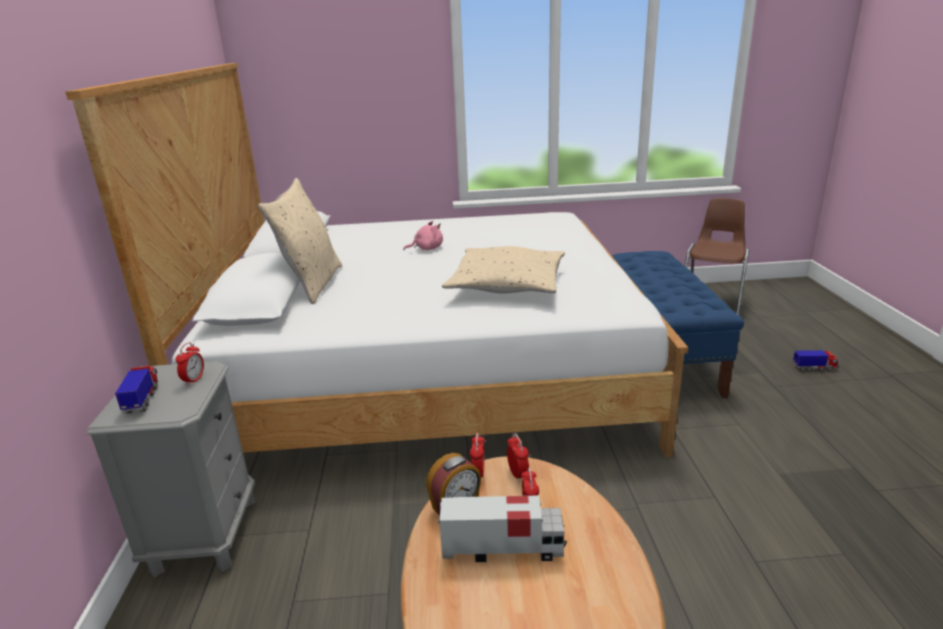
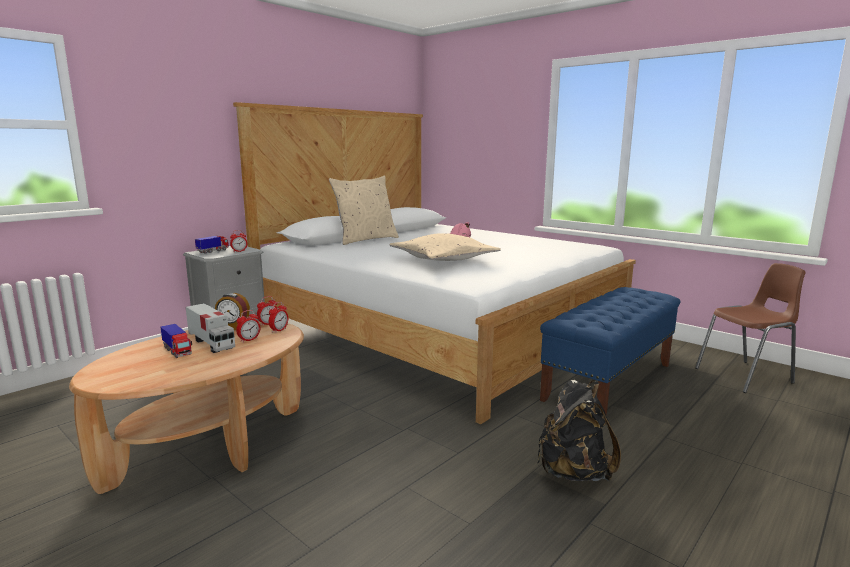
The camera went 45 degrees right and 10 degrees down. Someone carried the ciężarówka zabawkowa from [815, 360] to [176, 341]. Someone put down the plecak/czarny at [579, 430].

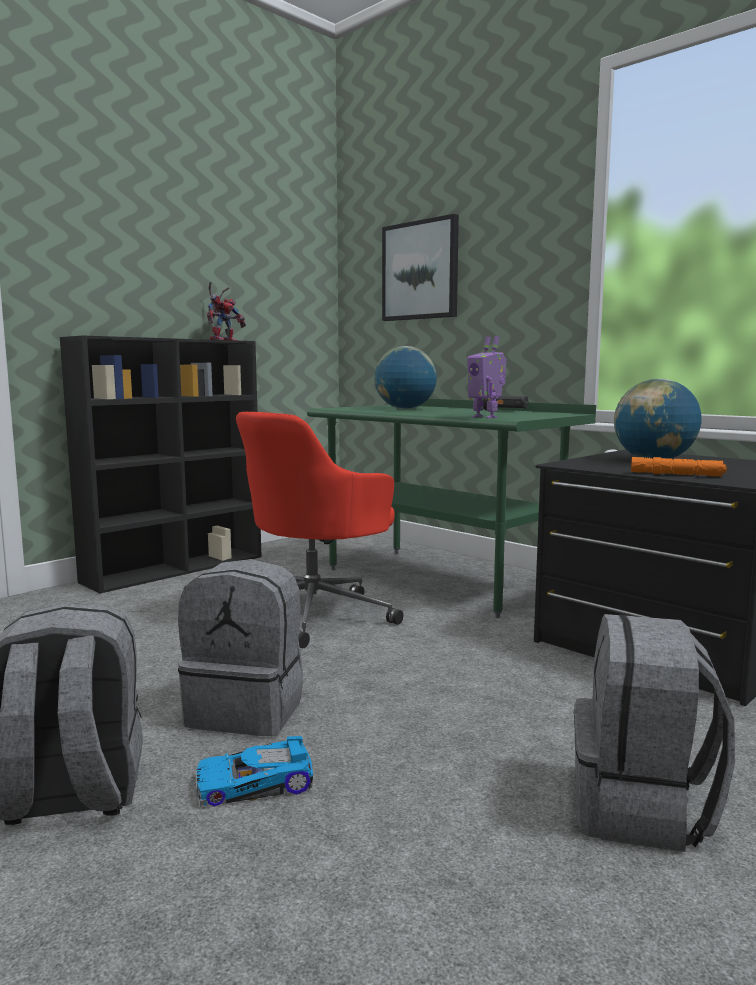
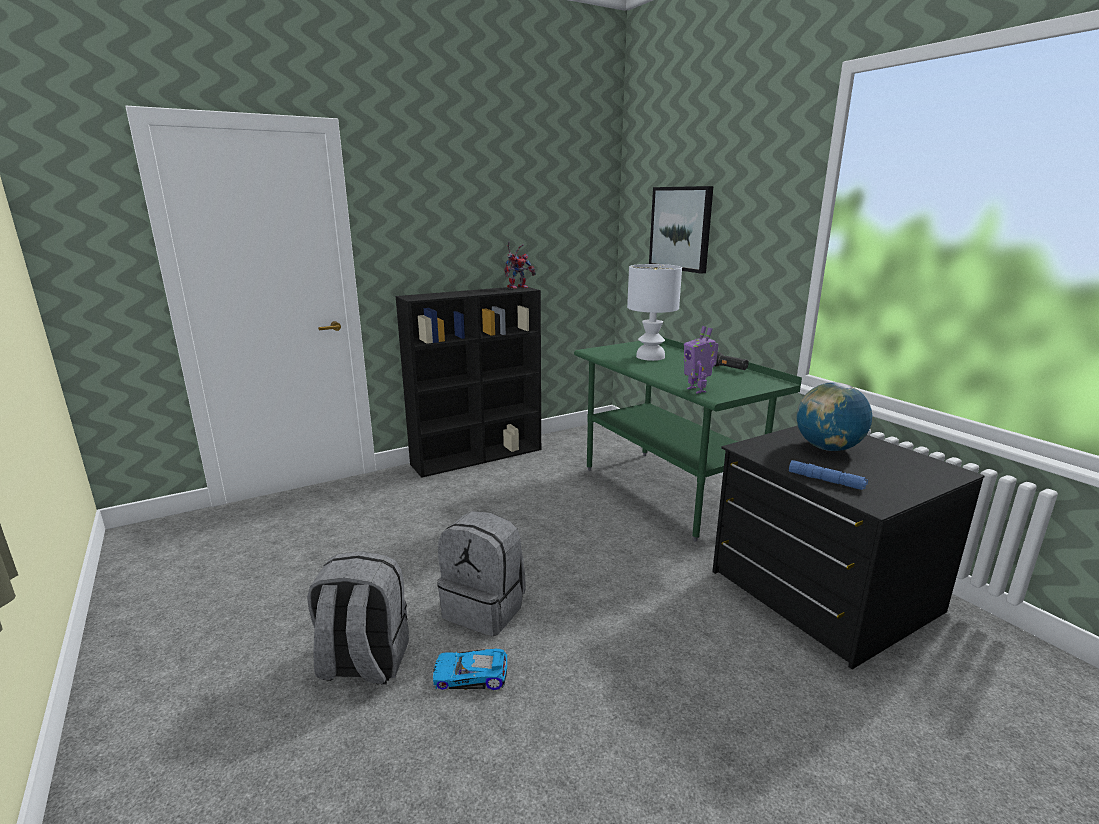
The camera went 15 degrees right and 10 degrees up. Someone swapped the globus at [405, 377] for the lampa stołowa/biały at [654, 312]. Someone took away the krzesło biurowe/czerwony at [320, 530]. Someone repainted the latarka/pomarańczowy at [679, 466], which became the latarka/niebieski at [828, 475]. Someone took away the plecak/szary at [654, 733].

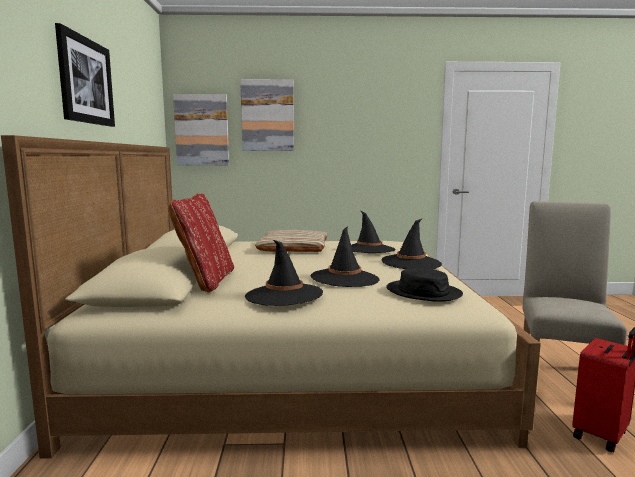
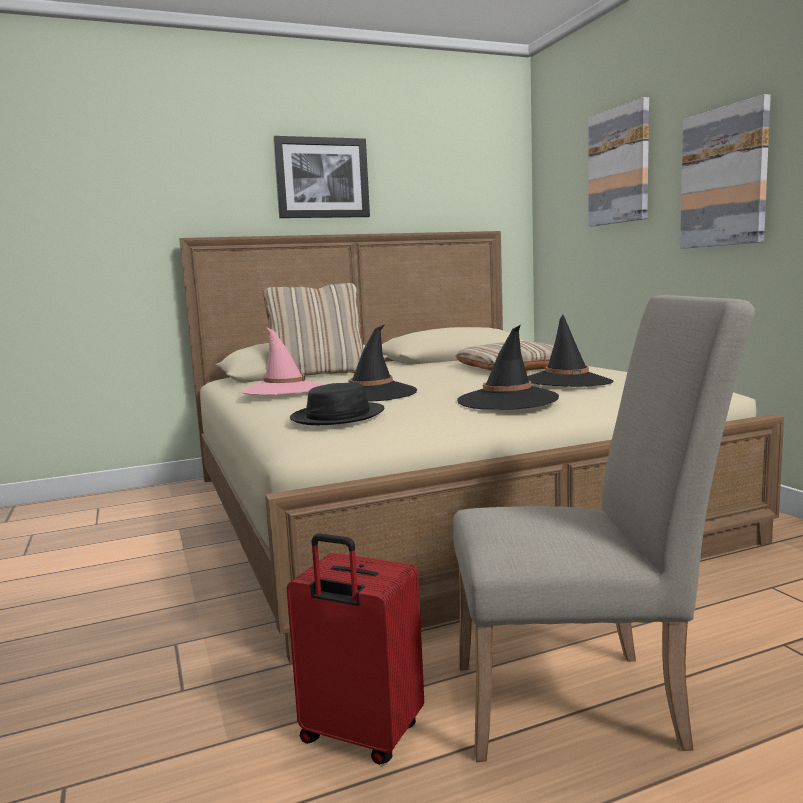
The camera went 70 degrees right and 0 degrees up. Someone carried the obraz from [201, 130] to [725, 171]. Someone repainted the poduszka/czerwony at [201, 243], which became the poduszka/beżowy at [313, 329]. Someone repainted the kapelusz/czarny at [284, 273], which became the kapelusz/różowy at [282, 361].

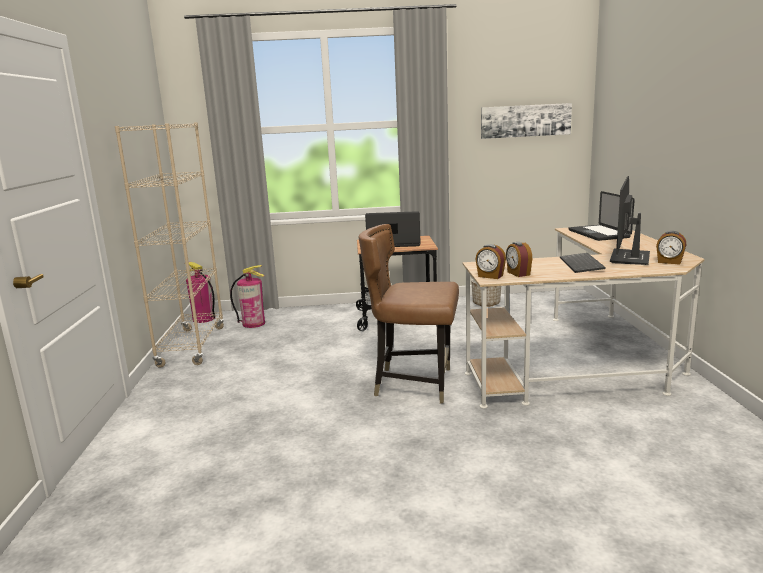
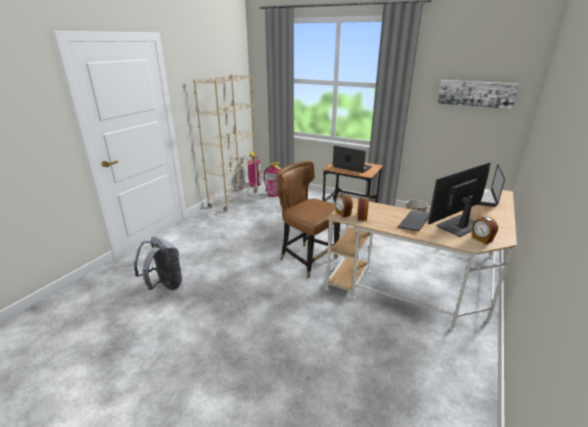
The camera went 30 degrees right and 10 degrees up. Someone put down the plecak/szary at [158, 263].

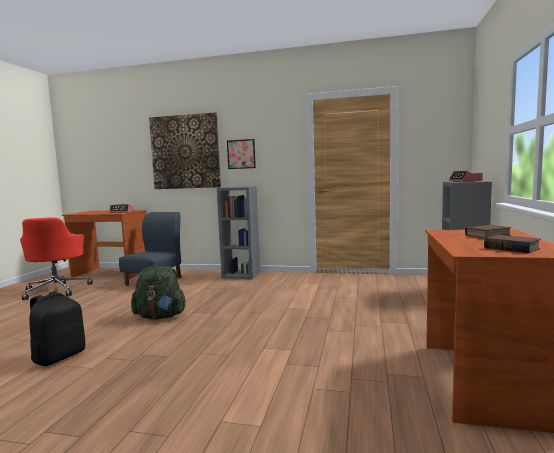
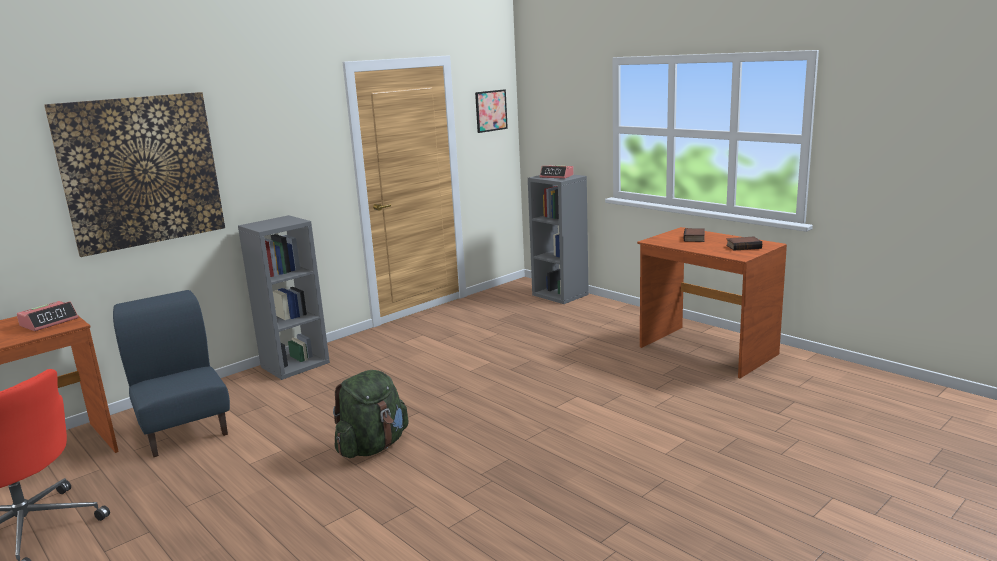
The camera went 55 degrees left and 10 degrees up. Someone carried the obraz from [241, 154] to [491, 111]. Someone took away the plecak/czarny at [57, 328].

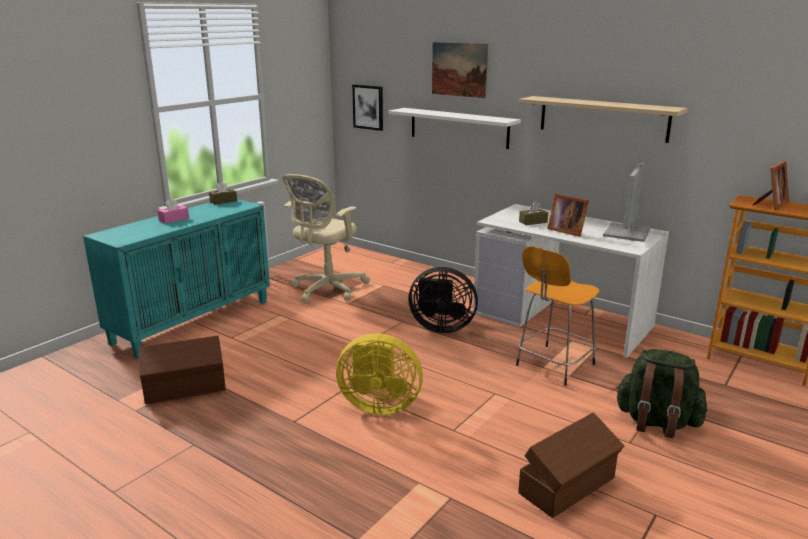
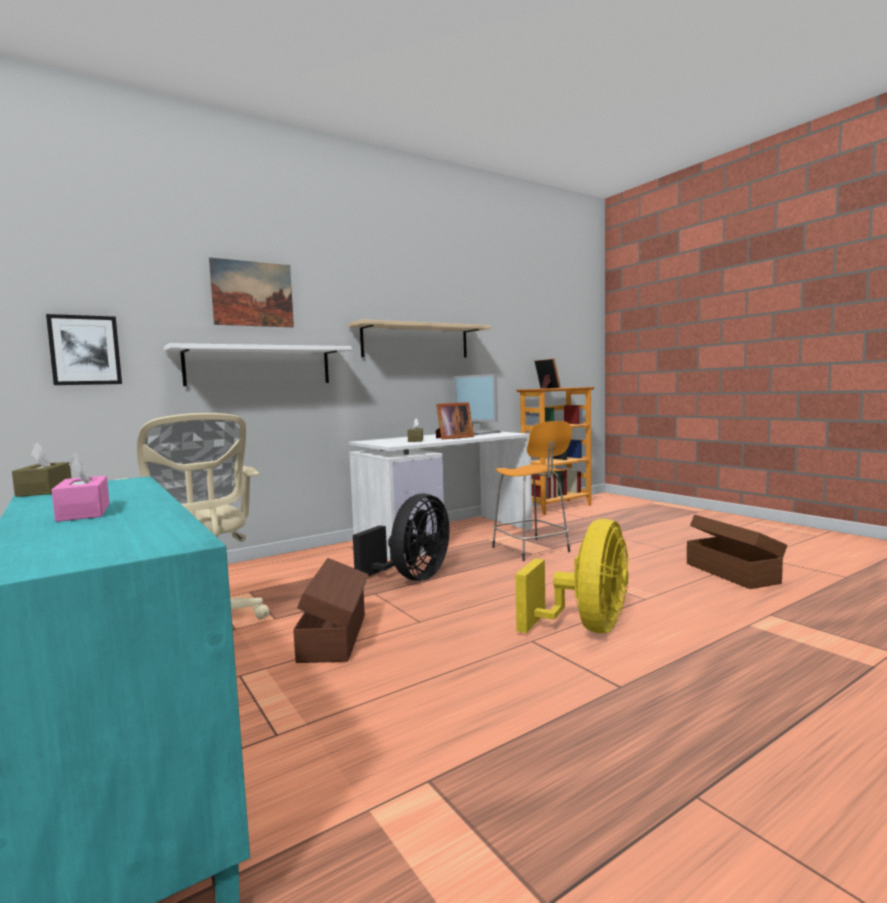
The camera went 70 degrees left and 15 degrees down. Someone carried the pojemnik do przechowywania/brązowy from [182, 370] to [331, 610]. Someone took away the plecak/zielony at [661, 393].

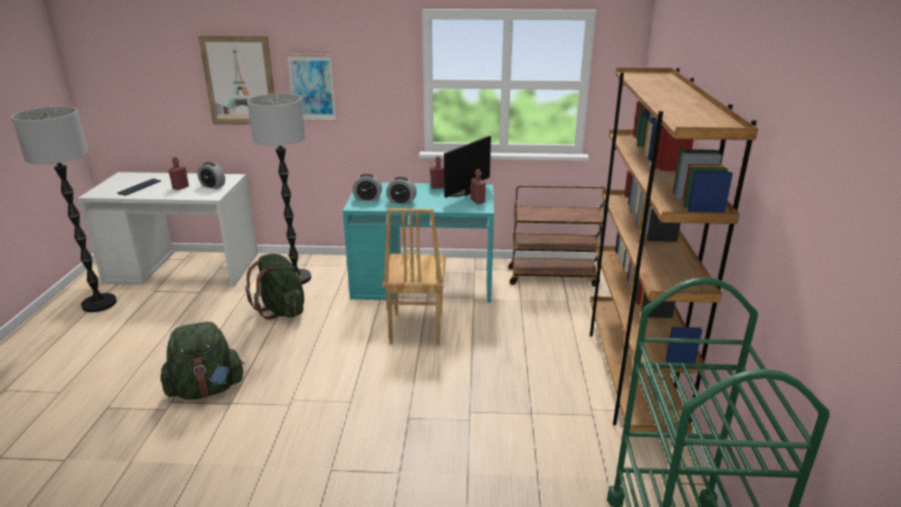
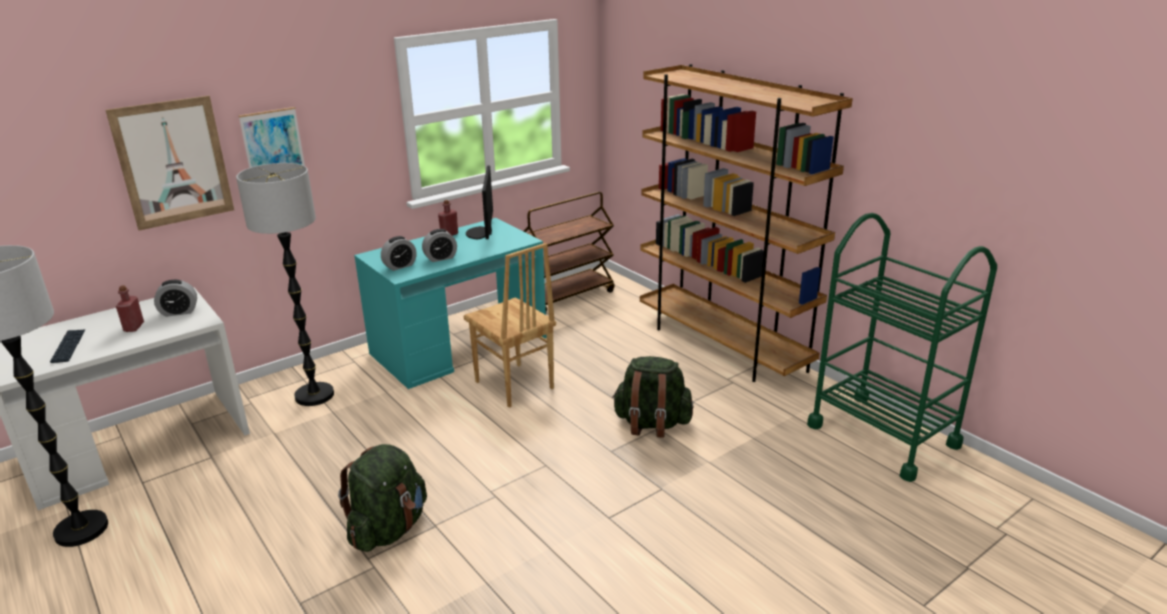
The camera went 40 degrees left and 0 degrees up. Someone took away the butelka/czerwony at [478, 186]. Someone carried the plecak/zielony from [274, 287] to [653, 397].

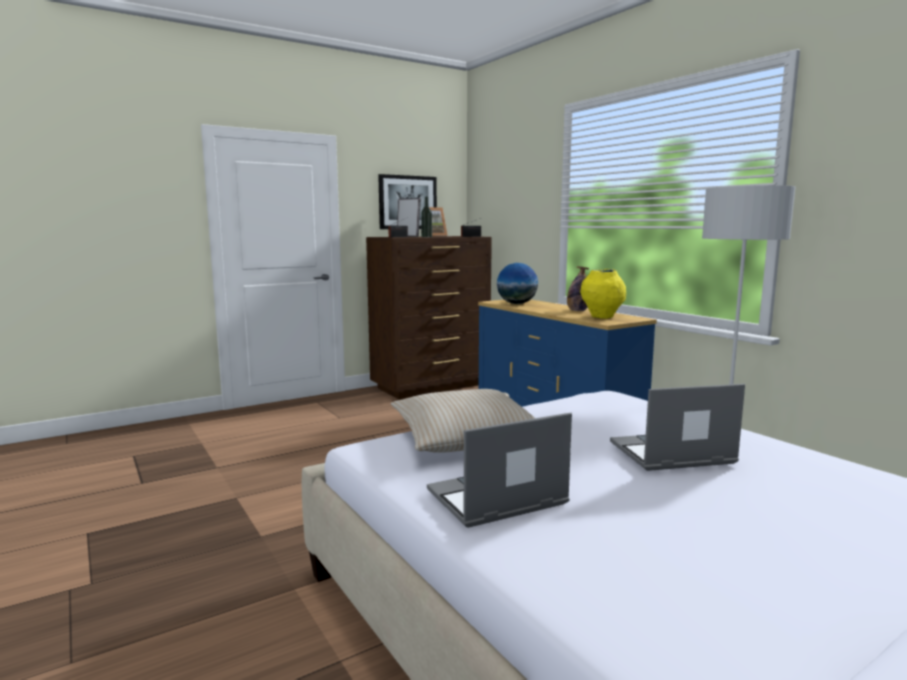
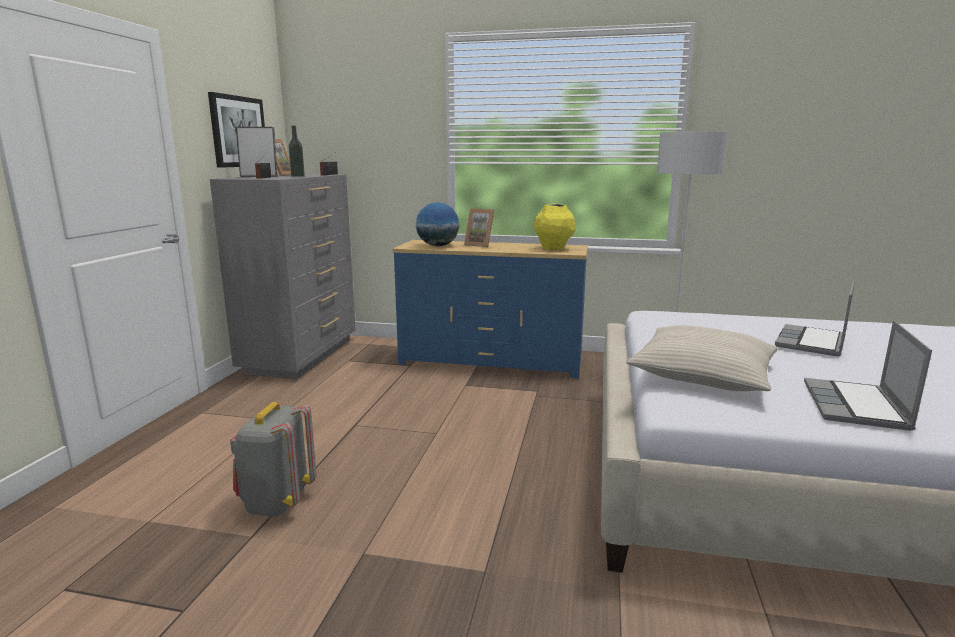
The camera went 45 degrees left and 5 degrees up. Someone repainted the komoda/brązowy at [429, 317], which became the komoda/szary at [283, 276]. Someone took away the butelka at [578, 288]. Someone put down the ramka na zdjęcie at [479, 228]. Someone put down the plecak/szary at [273, 459].

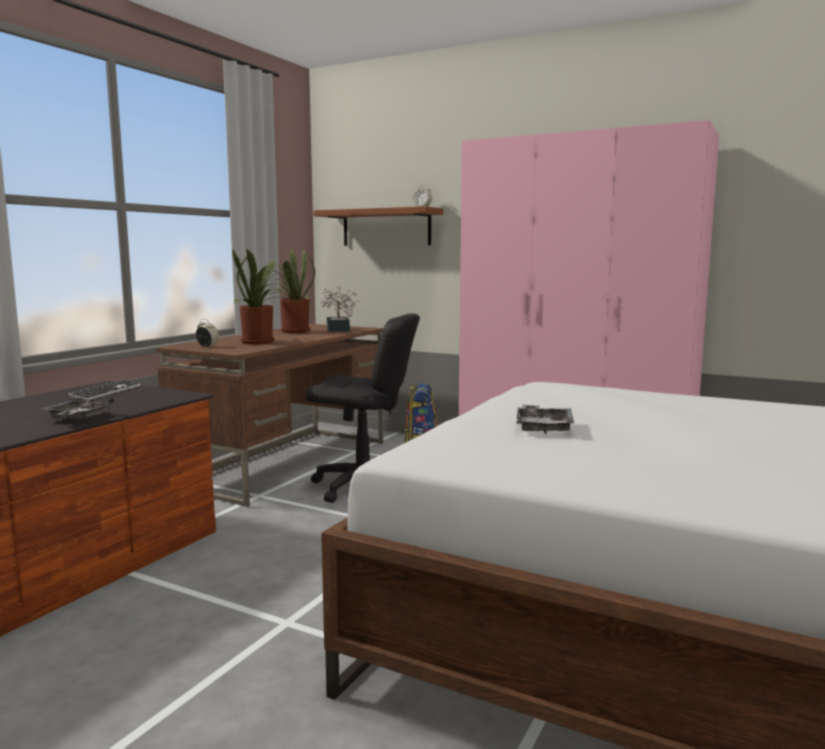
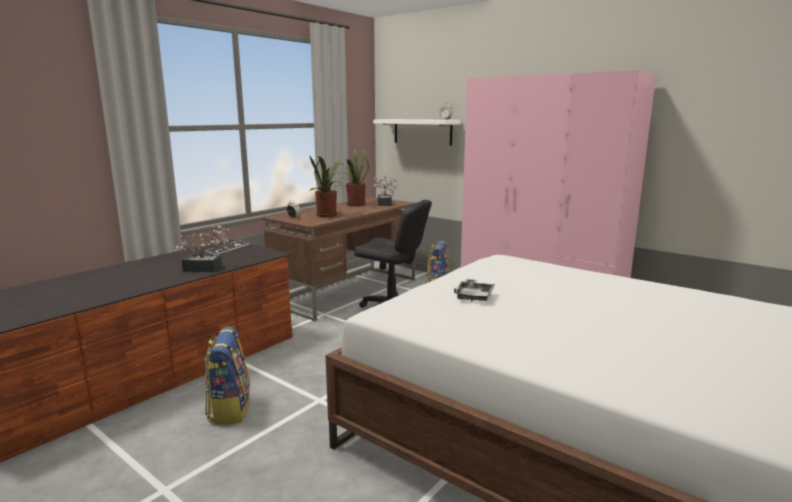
The camera went 10 degrees right and 5 degrees up. Someone repainted the półka/brązowy at [378, 226], which became the półka/biały at [417, 132]. Someone swapped the taca/szary at [78, 408] for the roślina doniczkowa at [201, 249]. Someone put down the plecak at [227, 376].

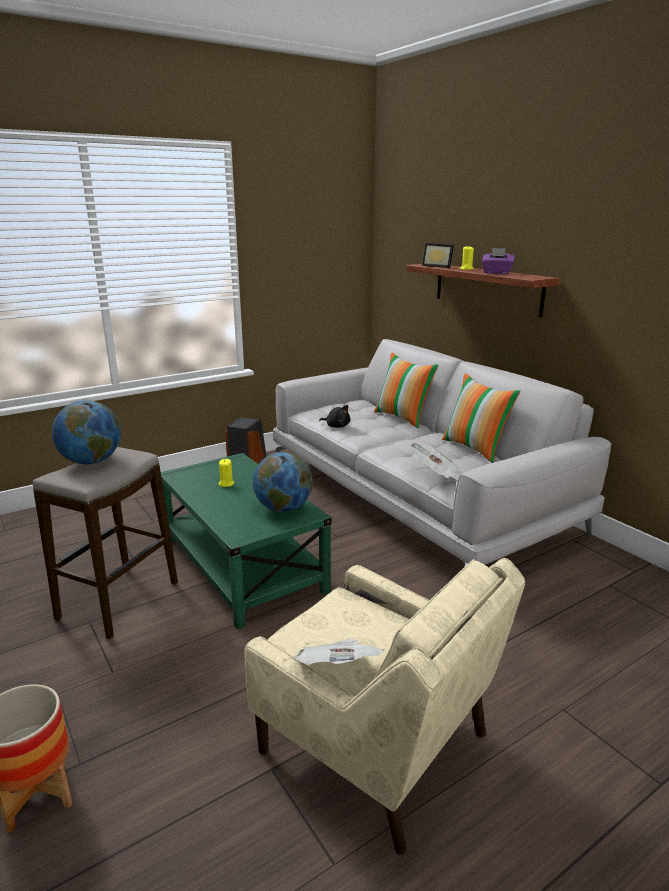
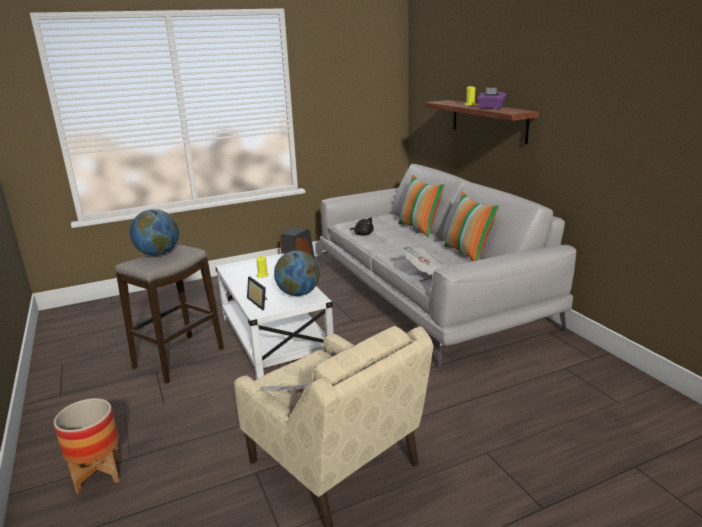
The camera went 10 degrees right and 0 degrees up. Someone carried the ramka na zdjęcie from [438, 255] to [257, 293]. Someone repainted the ława/zielony at [246, 541], which became the ława/biały at [274, 317].

